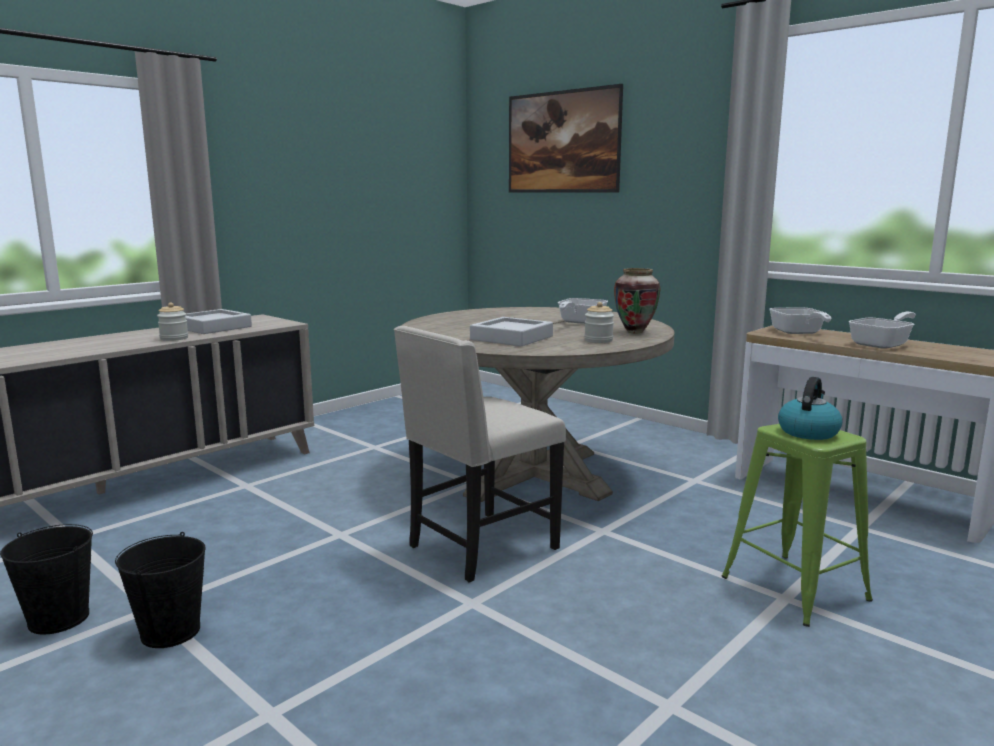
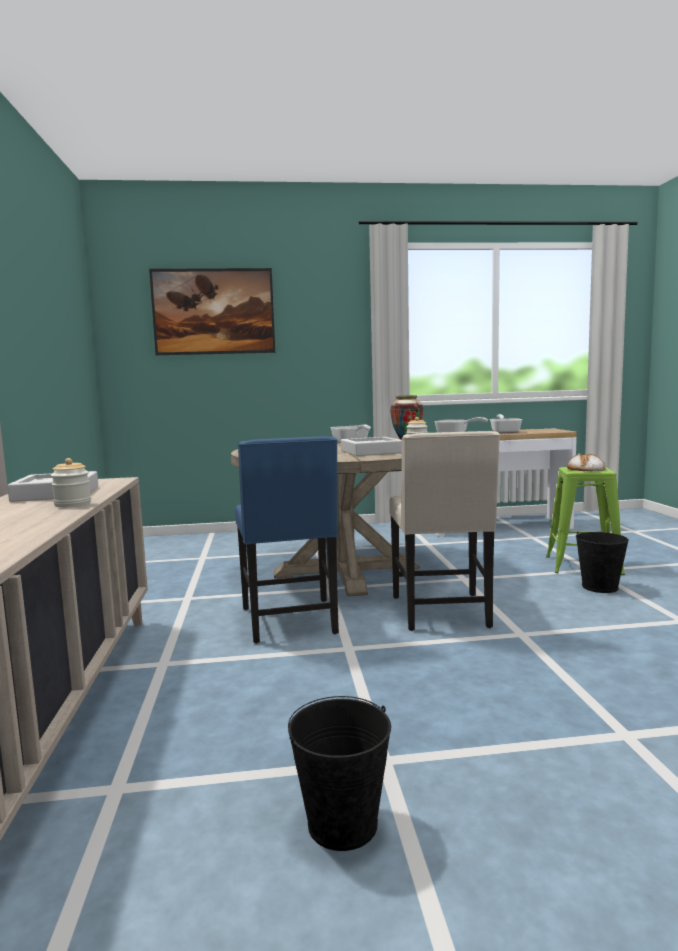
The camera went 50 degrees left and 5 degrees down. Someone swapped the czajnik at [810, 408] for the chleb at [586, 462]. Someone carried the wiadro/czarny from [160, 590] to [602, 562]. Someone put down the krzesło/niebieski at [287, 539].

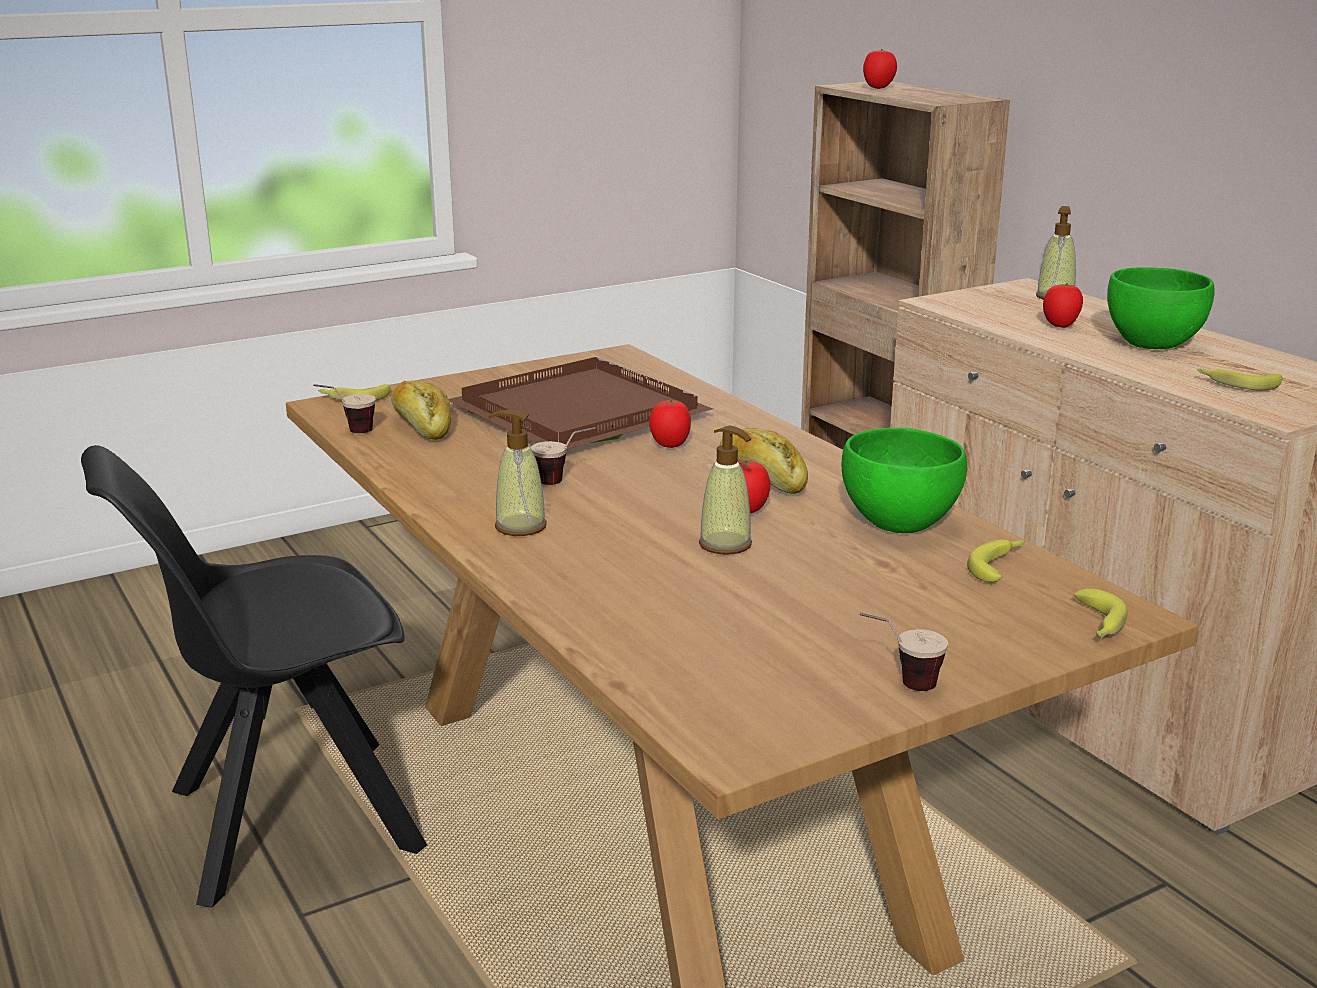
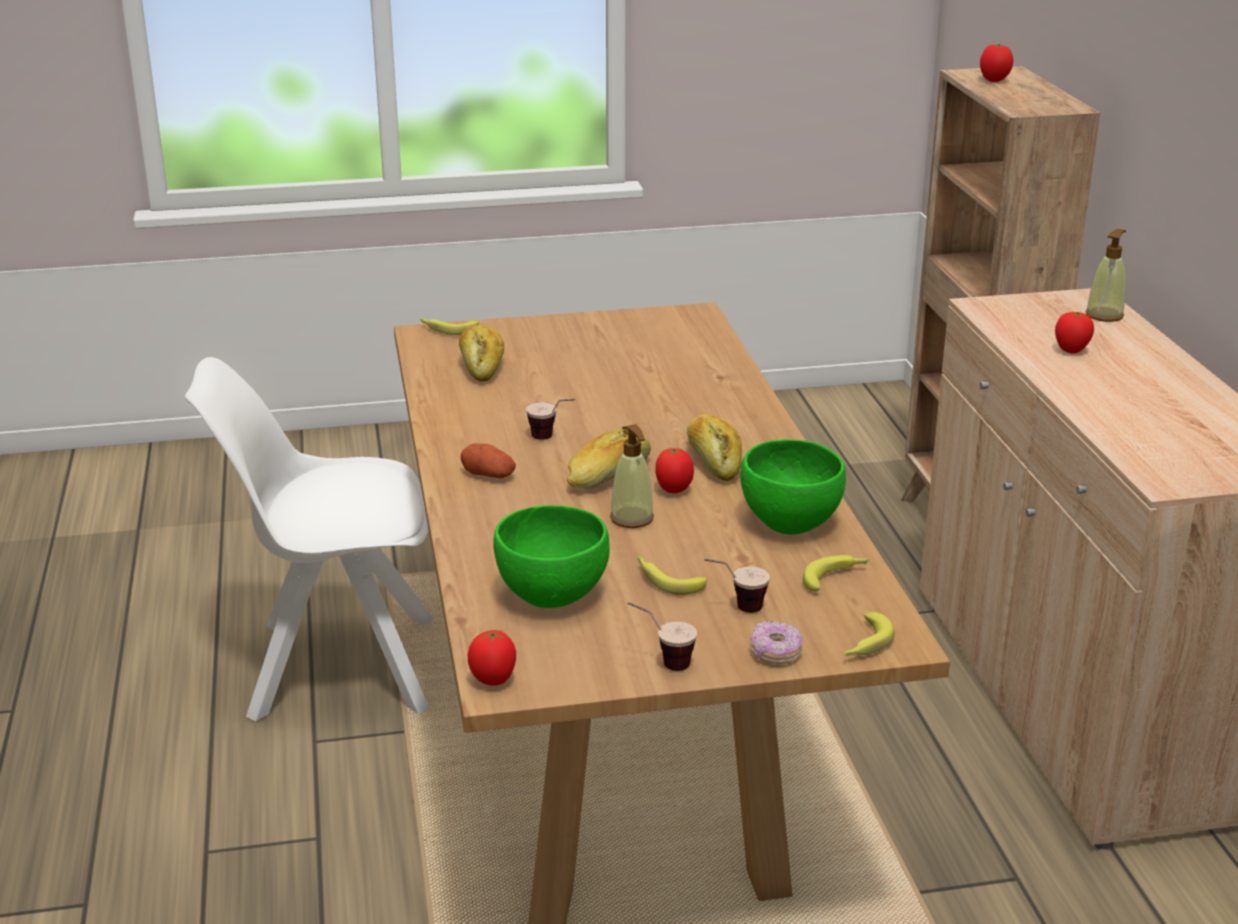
The camera went 20 degrees right and 5 degrees up. Someone carried the miska/zielony from [1161, 308] to [551, 556]. Someone took away the taca/brązowy at [581, 403]. Someone carried the banan from [1239, 380] to [672, 576]. Someone carried the filiżanka from [344, 408] to [737, 586]. Someone carried the pomidor from [670, 423] to [492, 658]. Someone swapped the dozownik mydła at [517, 473] for the ziemniak at [488, 460]. Someone repainted the krzesło/czarny at [254, 676], which became the krzesło/biały at [310, 539]. Someone put down the chleb at [609, 459]. Someone put down the donut at [776, 642].

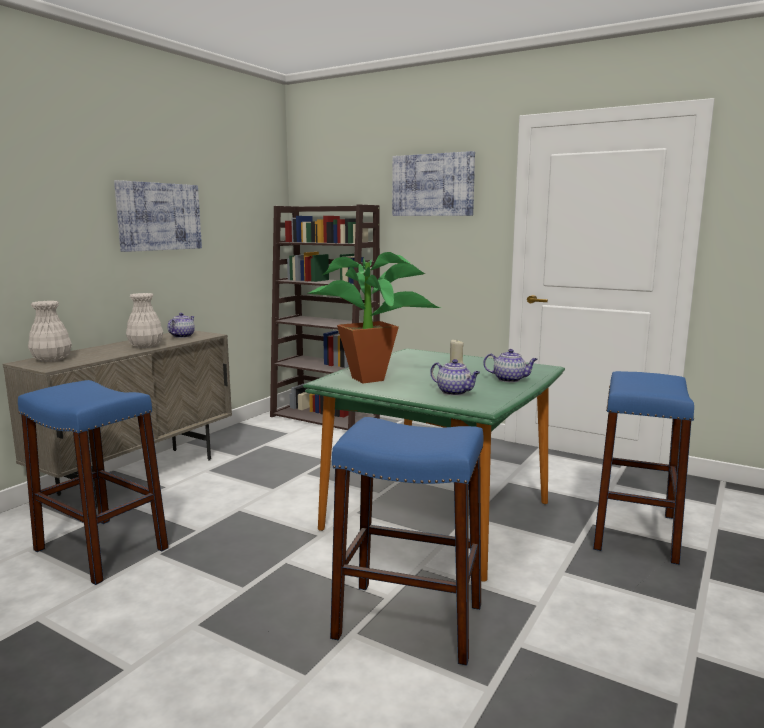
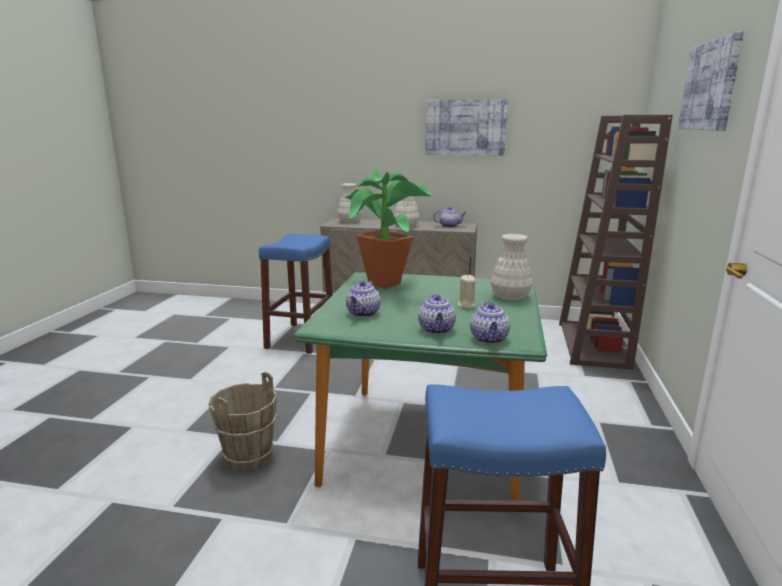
The camera went 70 degrees right and 5 degrees up. Someone swapped the stołek/niebieski at [407, 541] for the wiadro/brązowy at [243, 421]. Someone put down the wazon/biały at [511, 267]. Someone put down the imbryk at [490, 323].

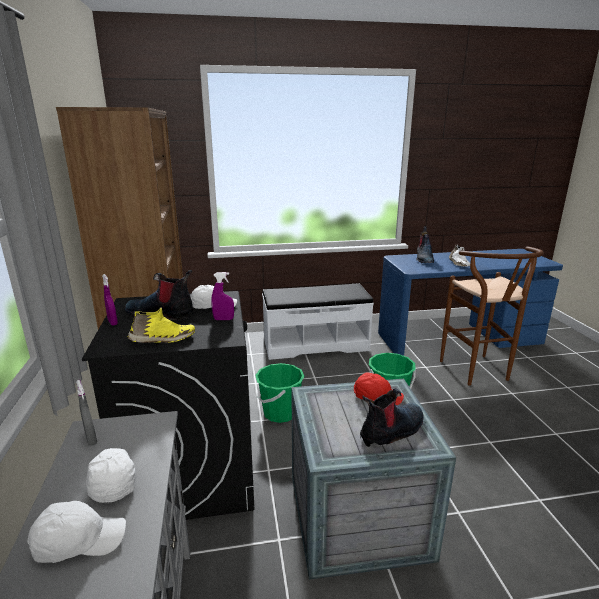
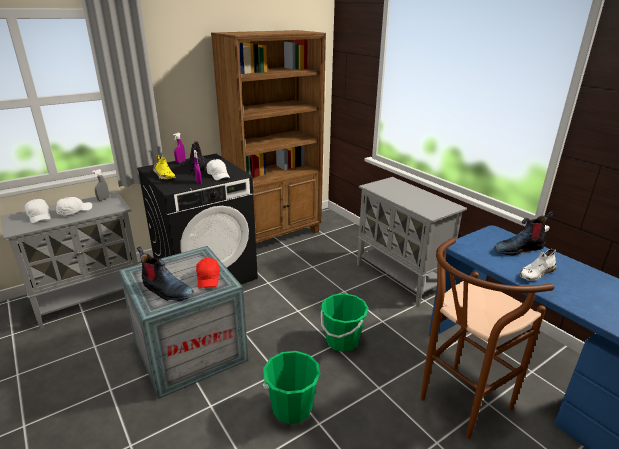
The camera went 65 degrees right and 5 degrees up. Someone swapped the ławka/biały at [318, 321] for the szafka/szary at [412, 241]. Someone carried the wiadro/zielony from [279, 393] to [292, 387].

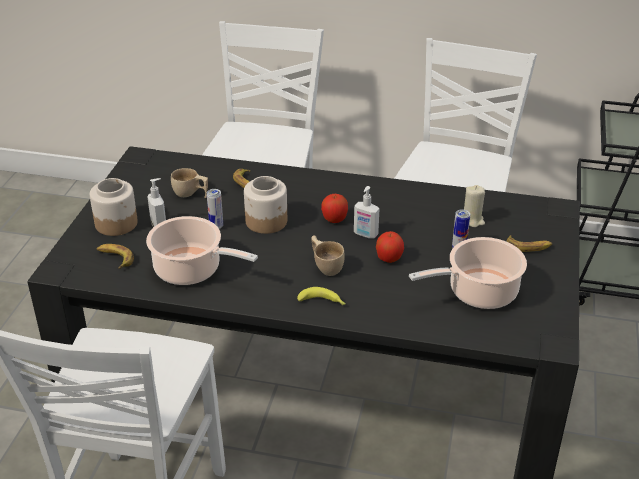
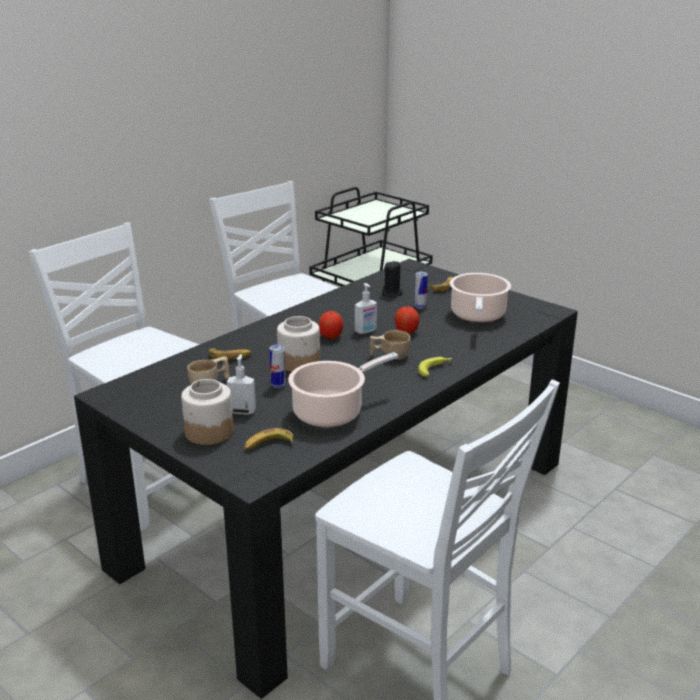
The camera went 60 degrees left and 10 degrees down. Someone repainted the świeca/beżowy at [474, 206], which became the świeca/czarny at [392, 279].

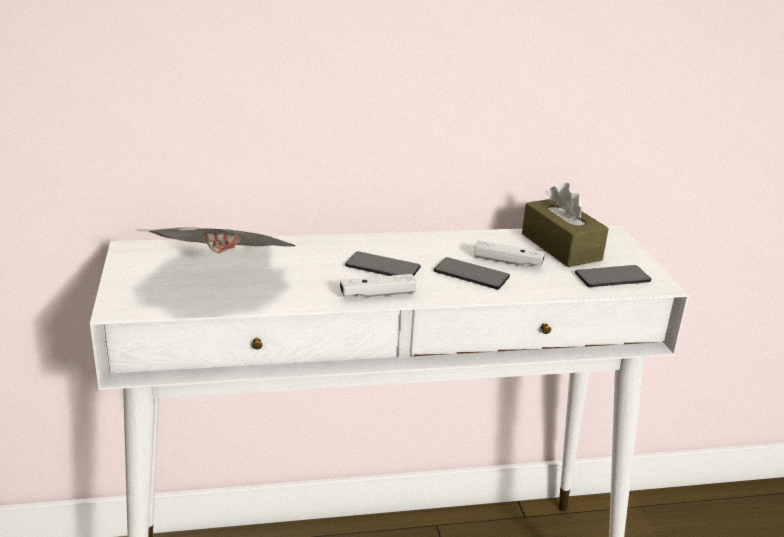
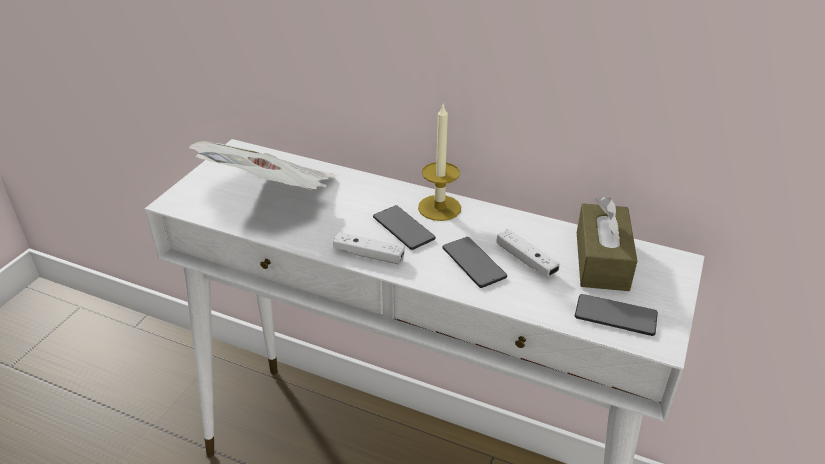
The camera went 35 degrees right and 10 degrees up. Someone put down the świeca at [439, 163].

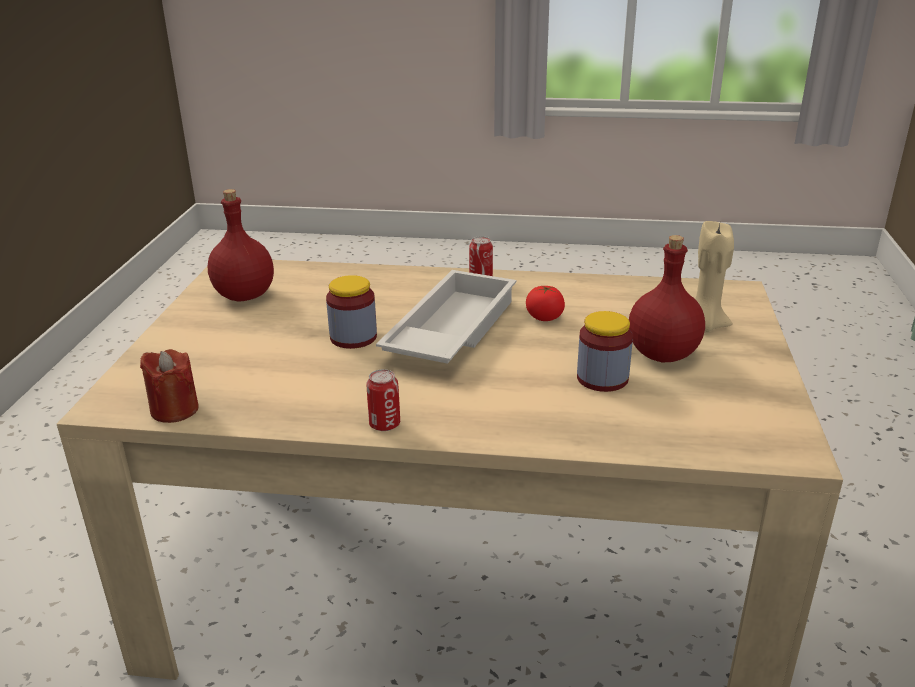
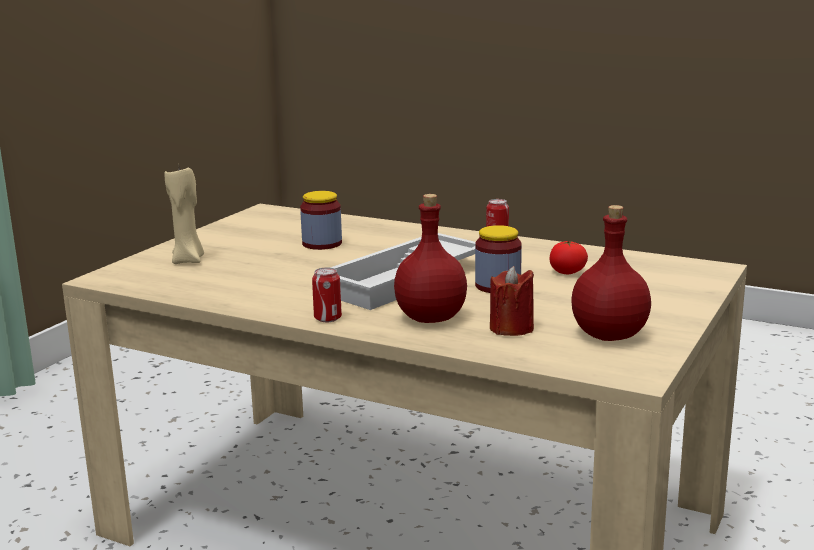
The camera went 160 degrees left and 10 degrees down. Someone carried the butelka/czerwony from [667, 298] to [430, 258]. Someone carried the pomidor from [545, 303] to [568, 257]. Someone carried the świeca/czerwony from [169, 386] to [512, 301].

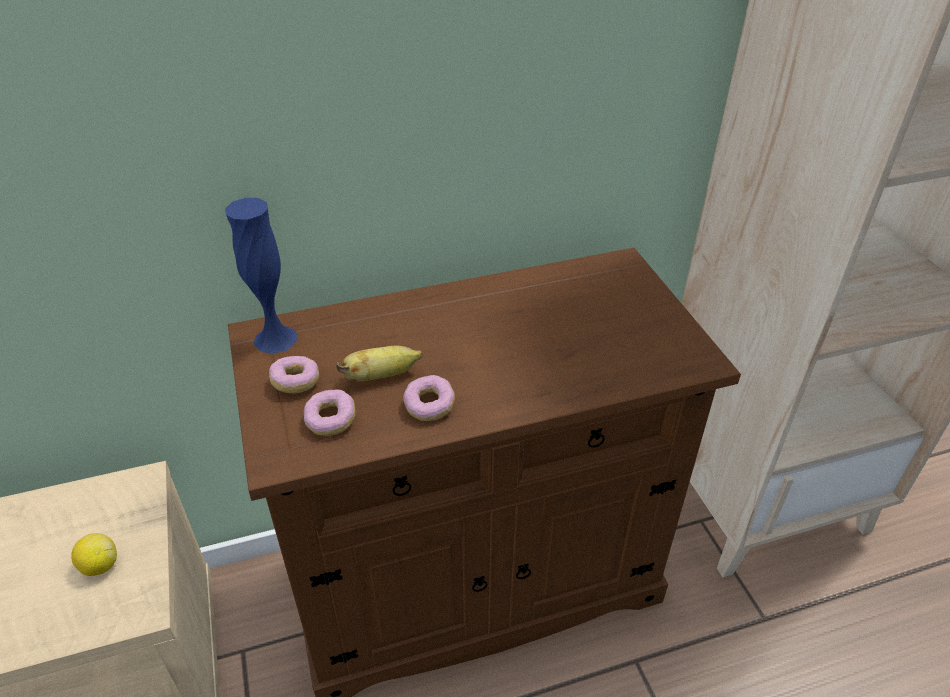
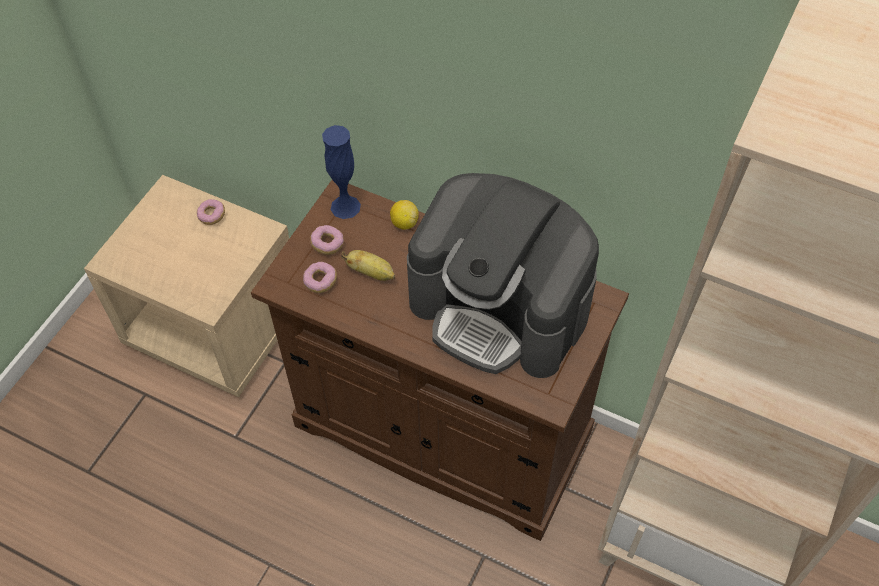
The camera went 45 degrees right and 15 degrees up. Someone carried the donut from [429, 398] to [211, 212]. Someone carried the cytryna from [94, 554] to [404, 215]. Someone put down the ekspres do kawy at [503, 275].

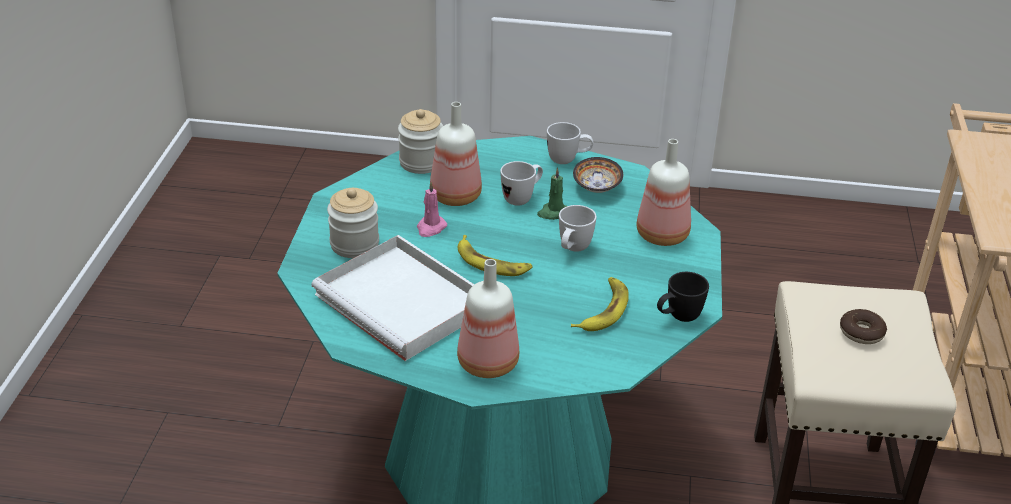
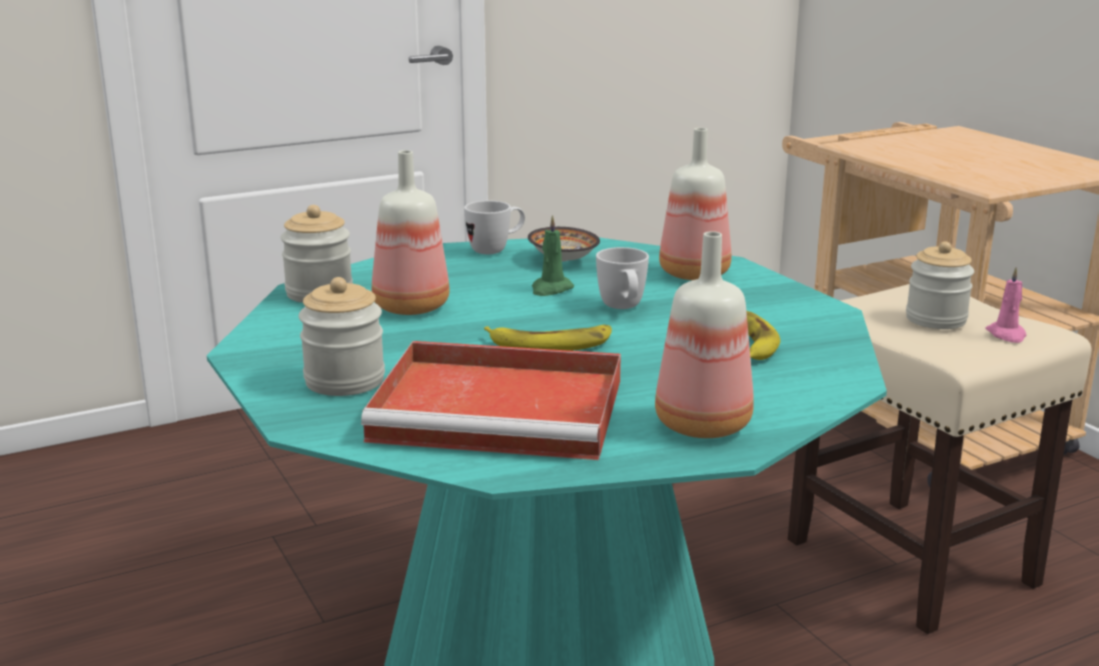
The camera went 35 degrees left and 15 degrees down. Someone took away the kubek/biały at [521, 183]. Someone carried the świeca/różowy from [432, 209] to [1006, 305]. Someone repainted the taca/biały at [392, 298], which became the taca/czerwony at [491, 400]. Someone took away the kubek/czarny at [683, 297]. Someone swapped the donut at [863, 326] for the słoik at [940, 285].

